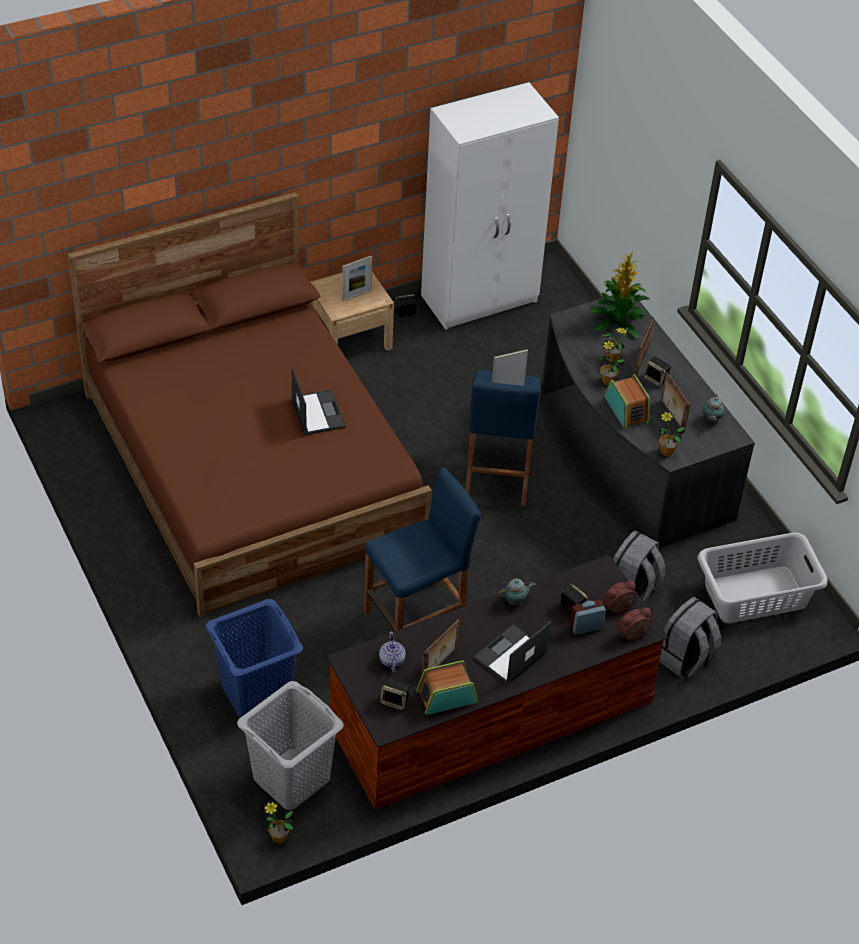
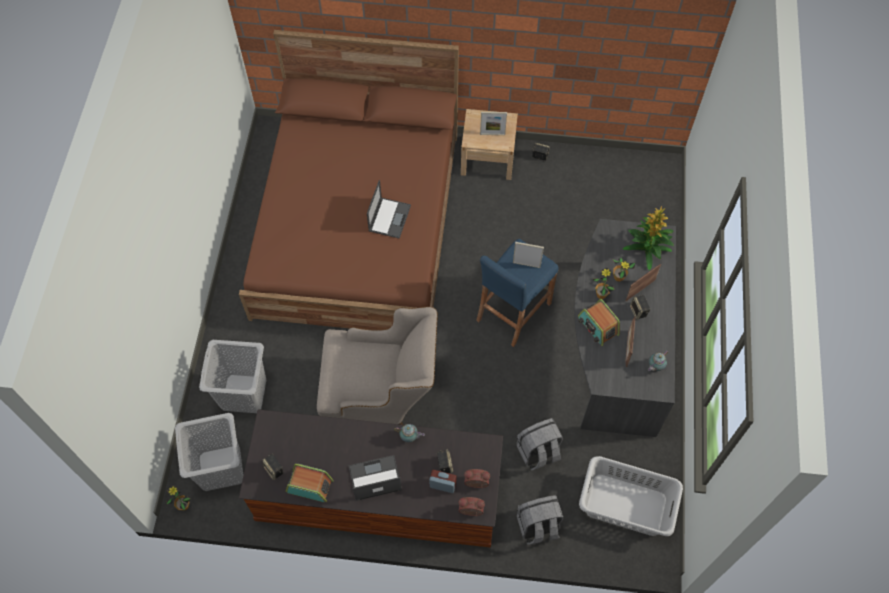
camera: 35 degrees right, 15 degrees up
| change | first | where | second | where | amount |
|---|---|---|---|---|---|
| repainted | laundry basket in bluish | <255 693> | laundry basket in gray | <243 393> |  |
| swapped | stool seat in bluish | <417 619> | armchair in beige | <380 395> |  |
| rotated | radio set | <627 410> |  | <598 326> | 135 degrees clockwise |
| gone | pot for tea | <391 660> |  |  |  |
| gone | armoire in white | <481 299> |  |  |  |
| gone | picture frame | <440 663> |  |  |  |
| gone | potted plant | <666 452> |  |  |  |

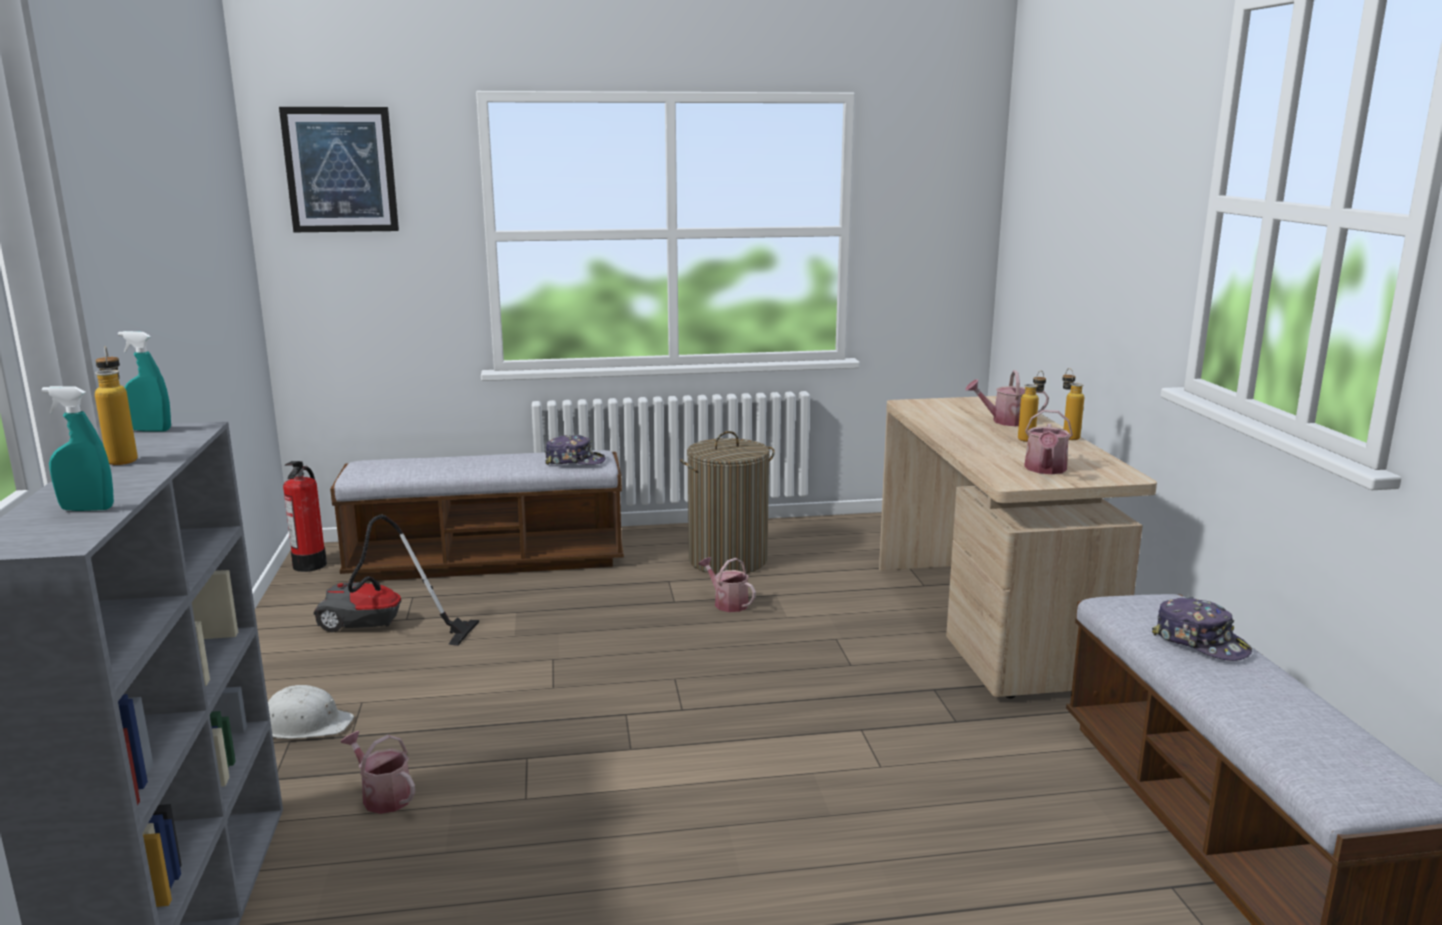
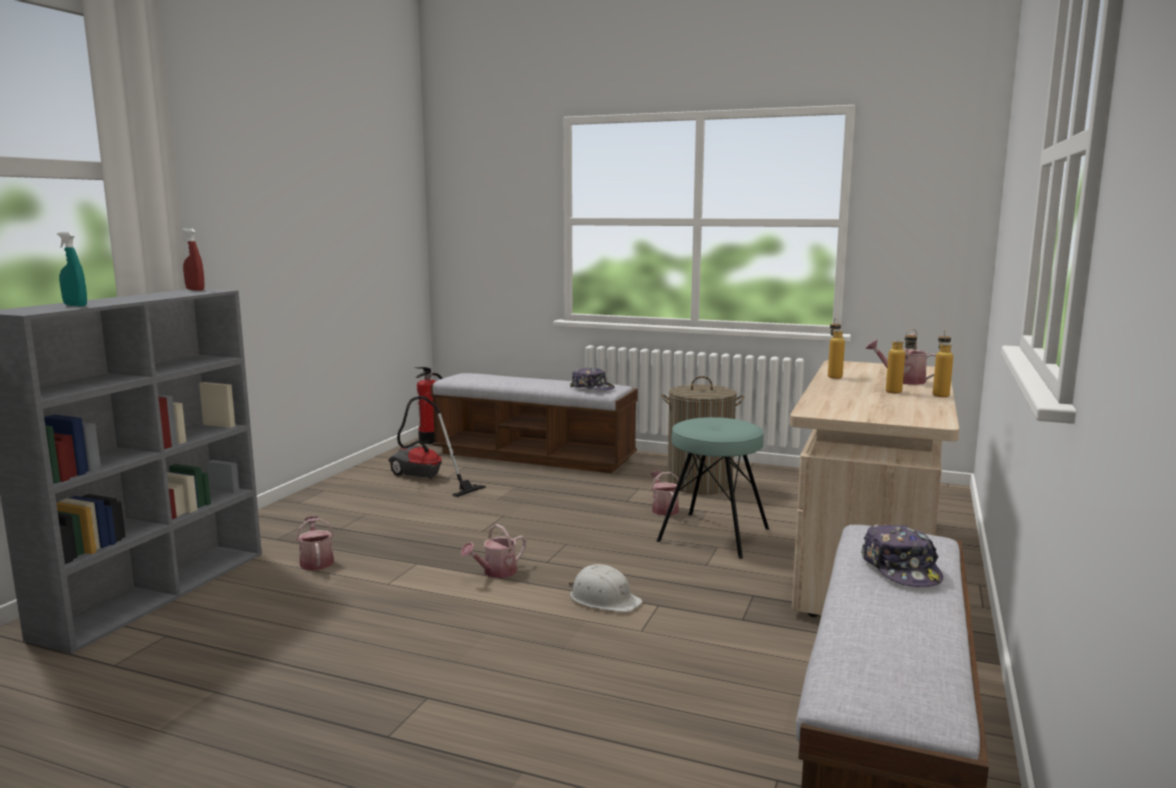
camera: 30 degrees right, 5 degrees down
| change | first | where | second | where | amount |
|---|---|---|---|---|---|
| repainted | hand sprayer in blue-green | <151 430> | hand sprayer in reddish | <195 290> |  |
| shifted | watering pot | <1045 470> |  | <496 572> |  |
| shifted | safety helmet in white | <306 724> |  | <604 599> |  |
| new |  |  | stool seat in blue-green | <714 535> |  |
| shifted | drink bottle | <123 458> |  | <833 376> |  |
| gone | wall art | <340 170> |  |  |  |

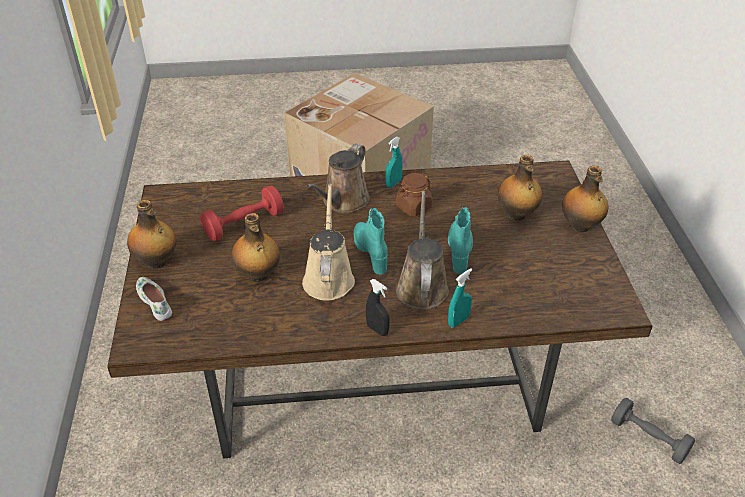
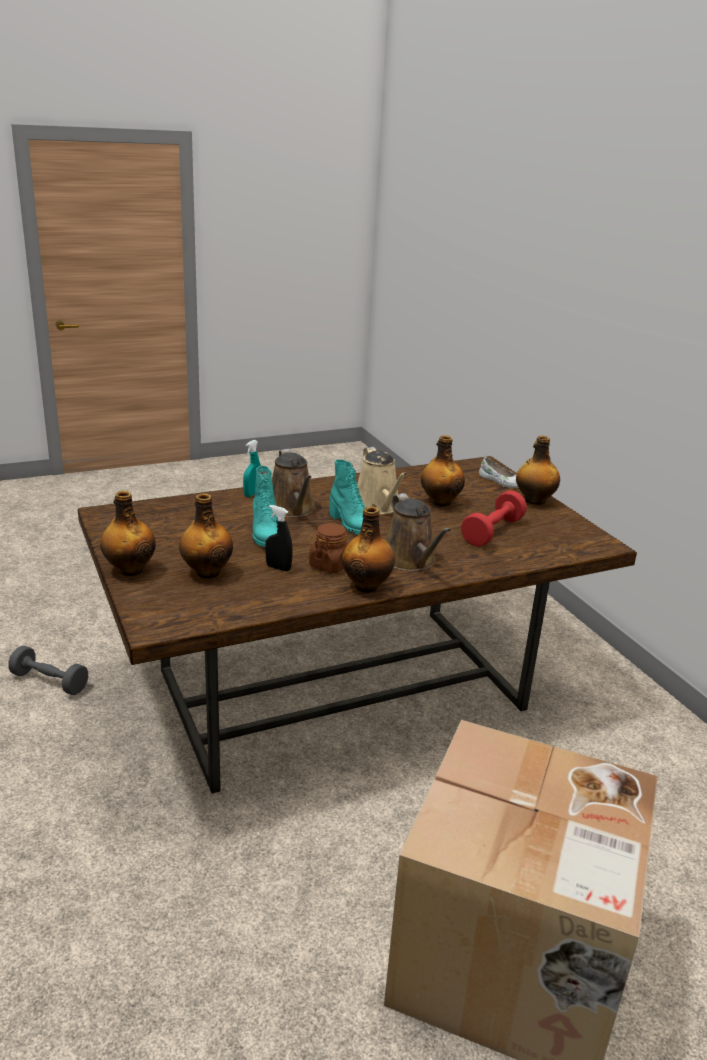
camera: 160 degrees right, 15 degrees down
| change | first | where | second | where | amount |
|---|---|---|---|---|---|
| shifted | hand sprayer in blackish | <377 330> |  | <278 568> |  |
| swapped | hand sprayer in blue-green | <393 183> | drink bottle | <367 586> |  |
| rotated | watering pot in brownish | <343 202> |  | <411 561> | 150 degrees clockwise |

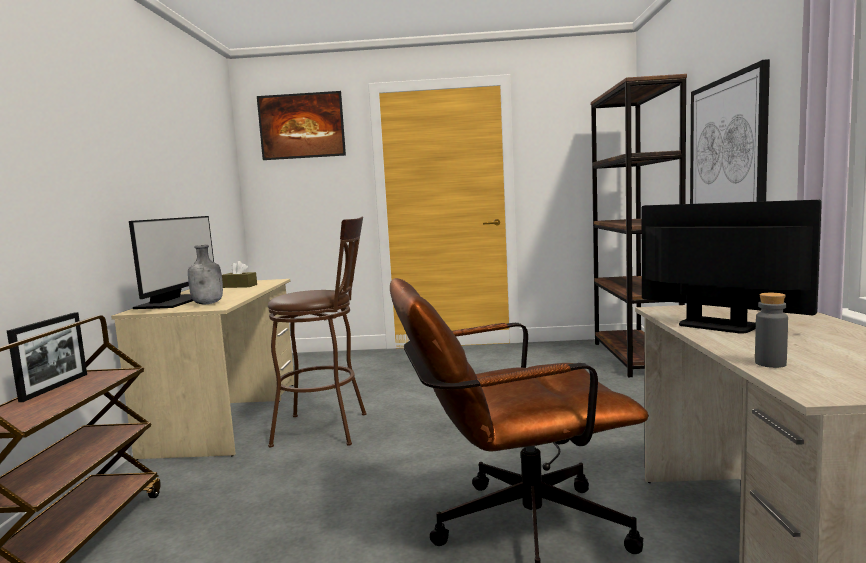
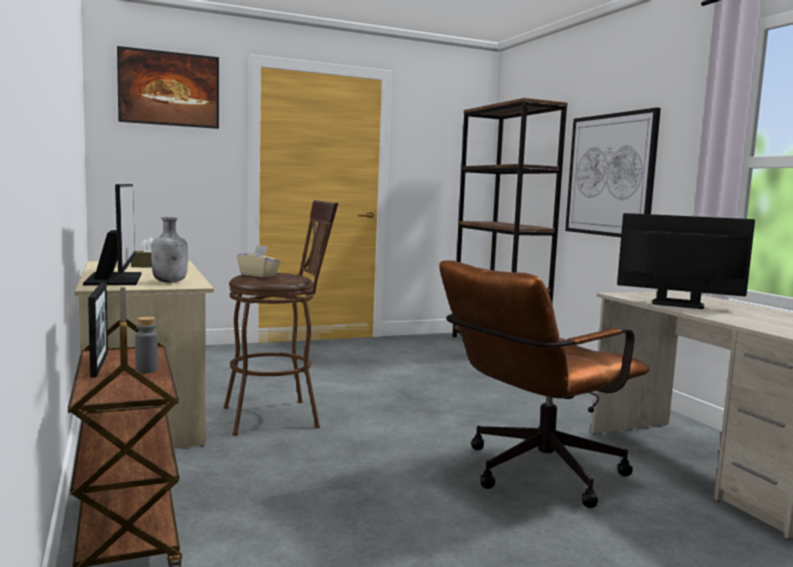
camera: 25 degrees left, 0 degrees up
| change | first | where | second | where | amount |
|---|---|---|---|---|---|
| shifted | drink bottle in gray | <770 363> |  | <147 370> |  |
| new |  |  | tissue box in beige | <258 275> |  |

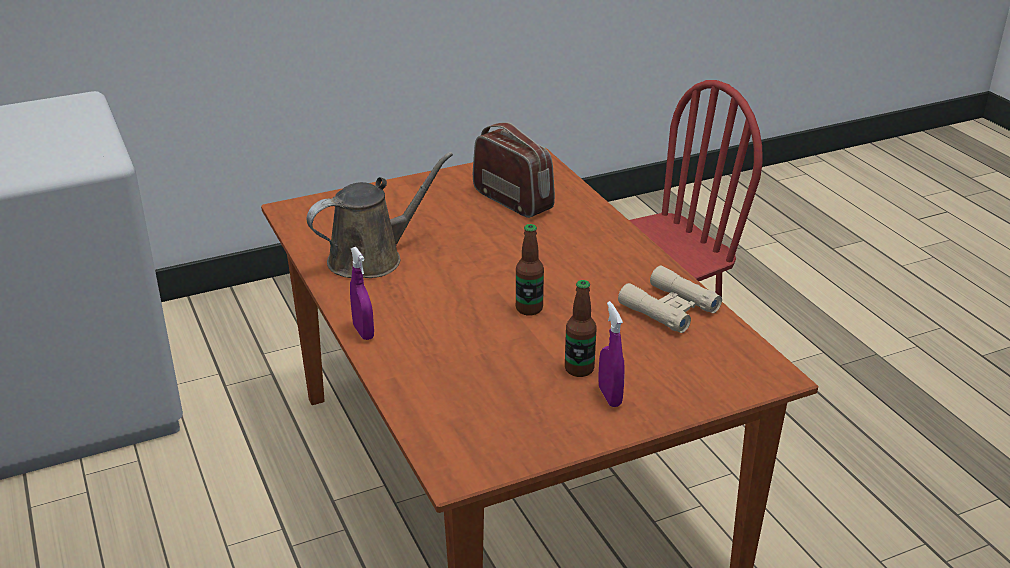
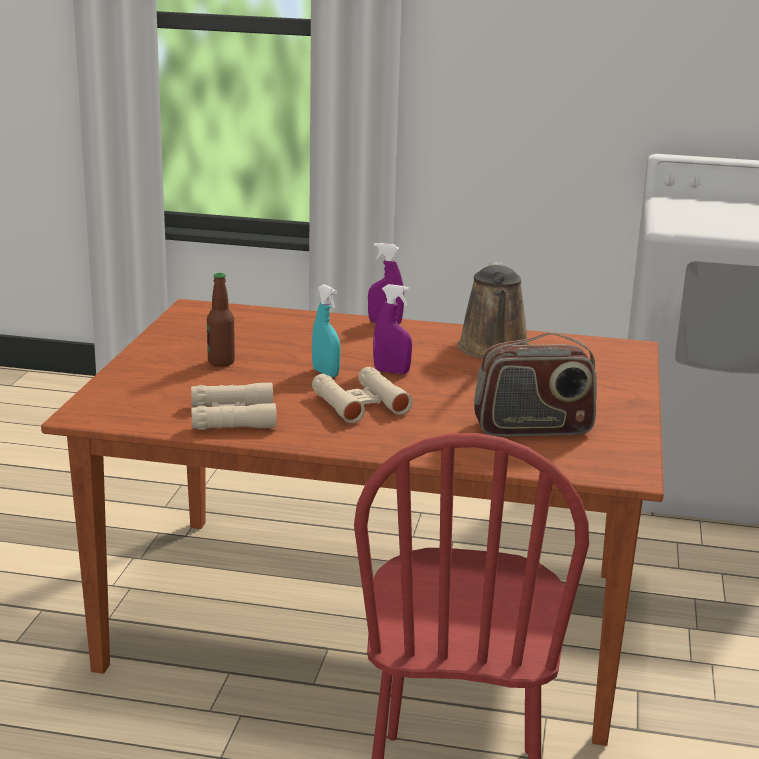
camera: 125 degrees right, 10 degrees down
| change | first | where | second | where | amount |
|---|---|---|---|---|---|
| swapped | drink bottle | <529 309> | hand sprayer in blue-green | <325 373> |  |
| new |  |  | field glasses in beige | <360 404> |  |
| shifted | hand sprayer in purplish | <609 396> |  | <391 371> |  |

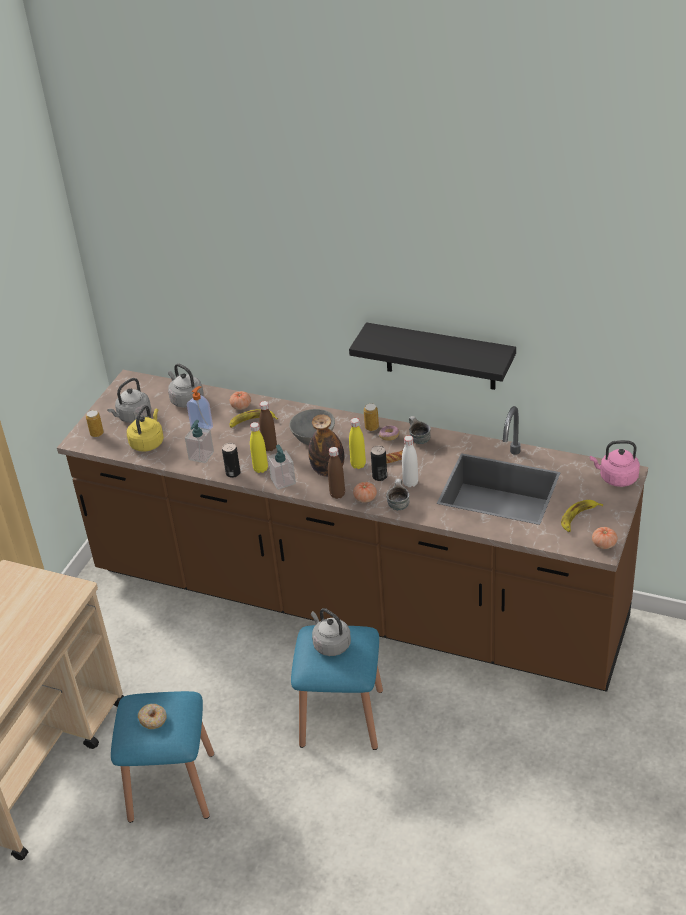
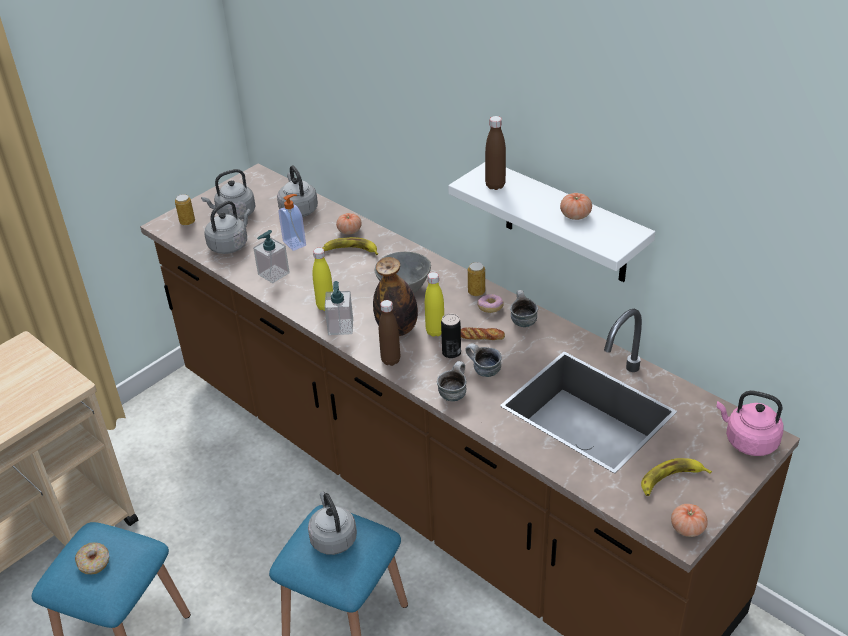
camera: 20 degrees right, 0 degrees up
| change | first | where | second | where | amount |
|---|---|---|---|---|---|
| repainted | tea kettle in yellow | <148 442> | tea kettle in gray | <230 245> |  |
| repainted | wall shelf in blackish | <440 356> | wall shelf in white | <565 223> |  |
| swapped | drink bottle in white | <410 483> | tea mug | <483 371> |  |
| shifted | drink bottle in brownish | <269 447> |  | <495 185> |  |
| shifted | fresh tomato | <365 498> |  | <575 215> |  |
| gone | metal can | <233 473> |  |  |  |

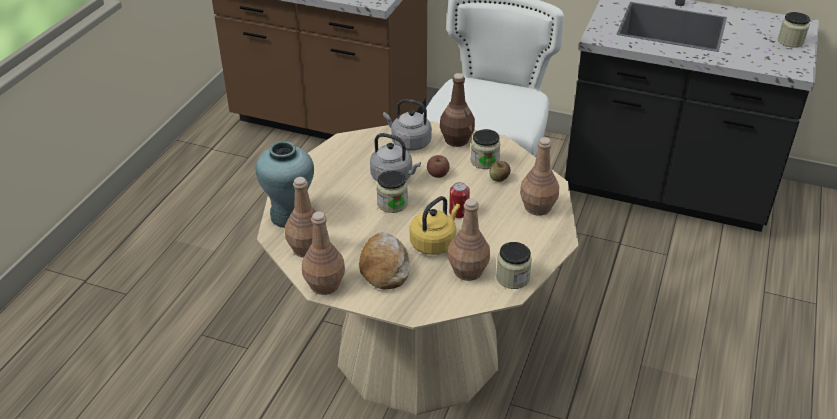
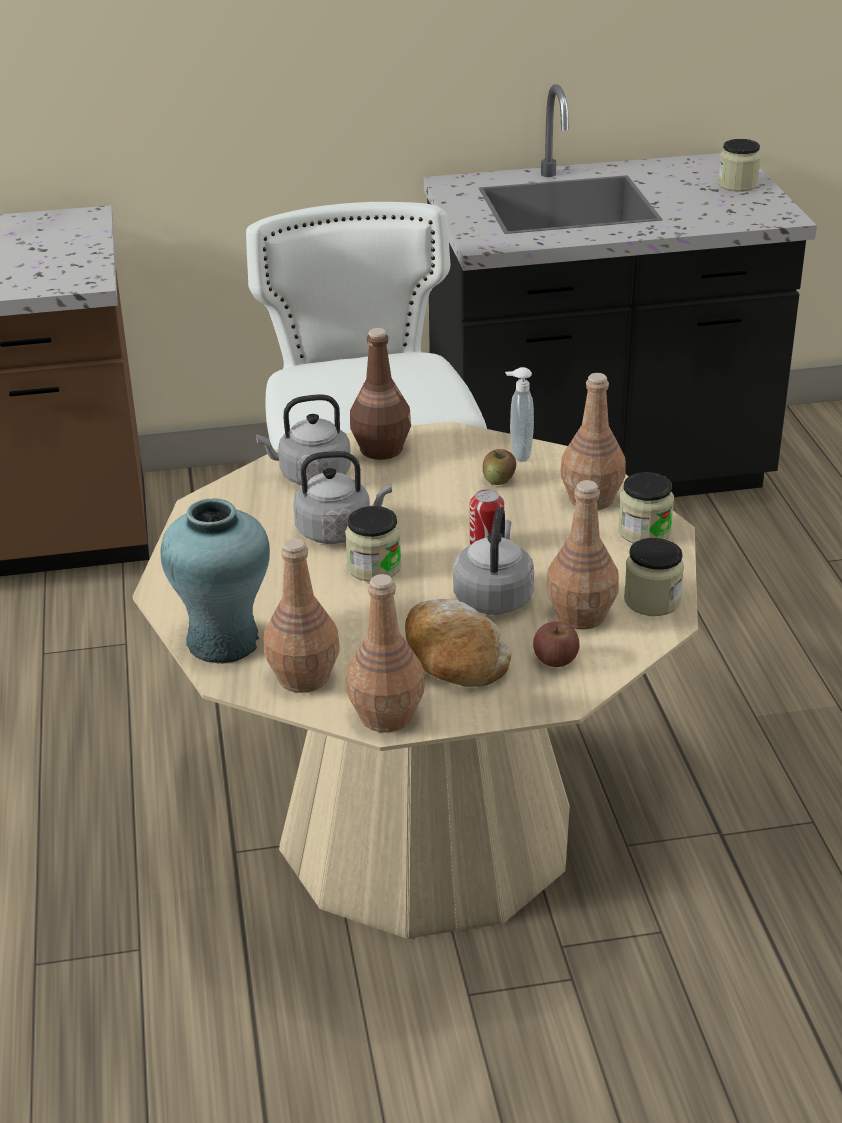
camera: 30 degrees left, 5 degrees down
| change | first | where | second | where | amount |
|---|---|---|---|---|---|
| repainted | tea kettle in yellow | <434 243> | tea kettle in gray | <494 596> |  |
| new |  |  | soap dispenser | <518 454> |  |
| shifted | apple | <438 174> |  | <555 660> |  |
| shifted | jar | <484 161> |  | <644 532> |  |

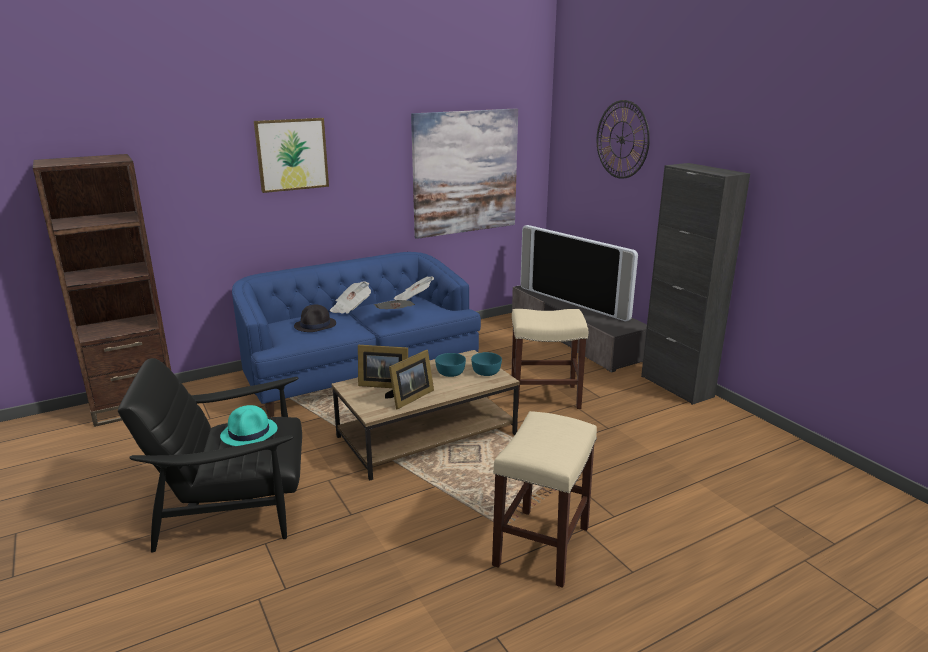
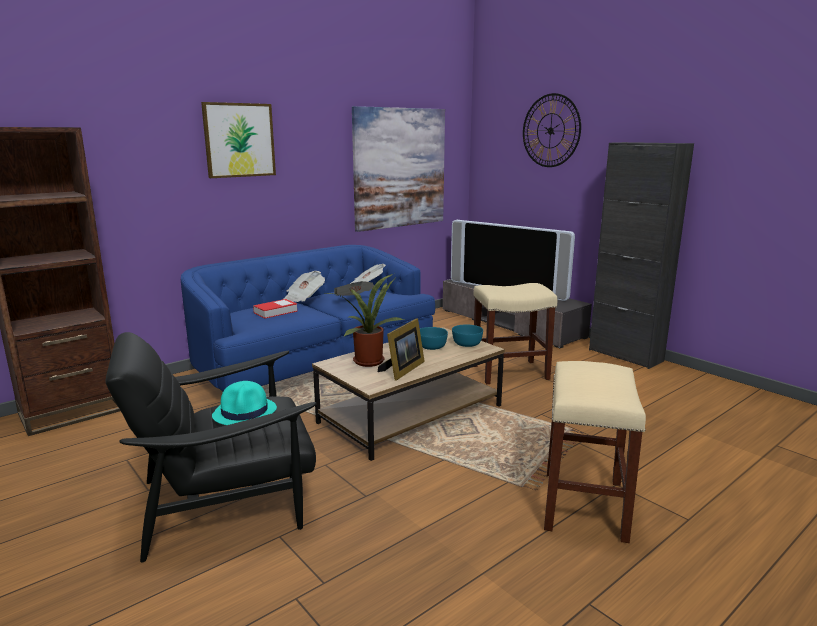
camera: 10 degrees left, 5 degrees down
| change | first | where | second | where | amount |
|---|---|---|---|---|---|
| swapped | clothing hat in blackish | <315 325> | book | <275 312> |  |
| swapped | picture frame | <382 384> | potted plant | <367 360> |  |

